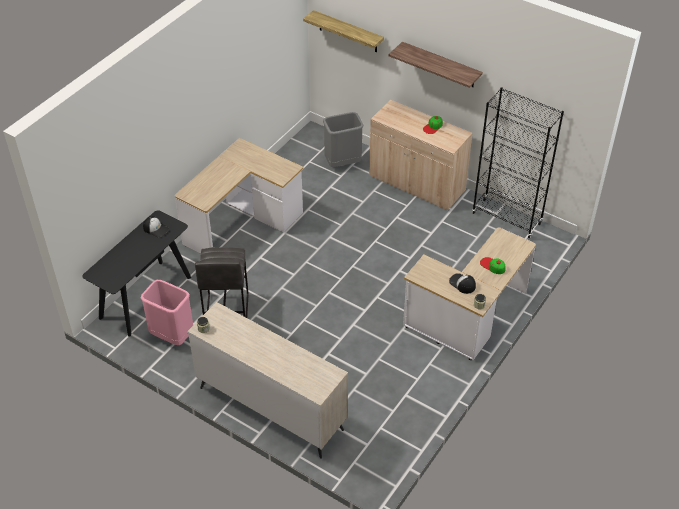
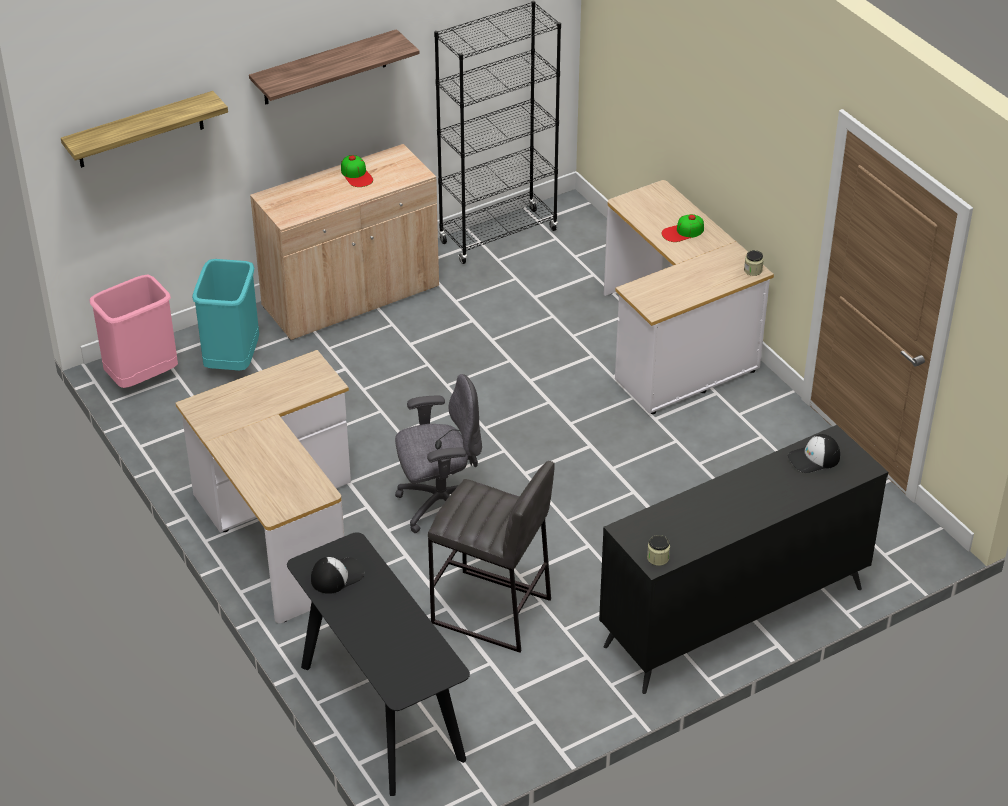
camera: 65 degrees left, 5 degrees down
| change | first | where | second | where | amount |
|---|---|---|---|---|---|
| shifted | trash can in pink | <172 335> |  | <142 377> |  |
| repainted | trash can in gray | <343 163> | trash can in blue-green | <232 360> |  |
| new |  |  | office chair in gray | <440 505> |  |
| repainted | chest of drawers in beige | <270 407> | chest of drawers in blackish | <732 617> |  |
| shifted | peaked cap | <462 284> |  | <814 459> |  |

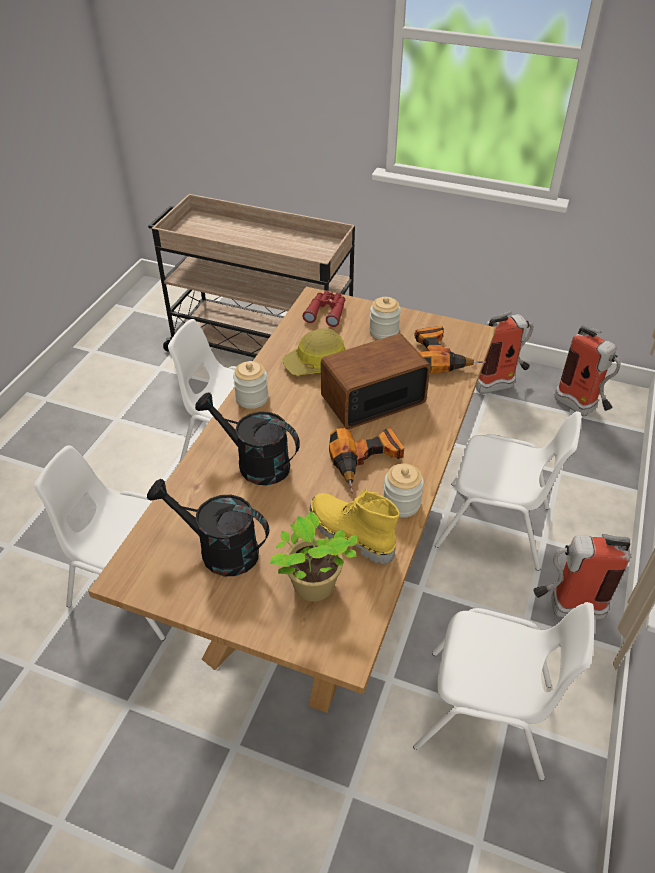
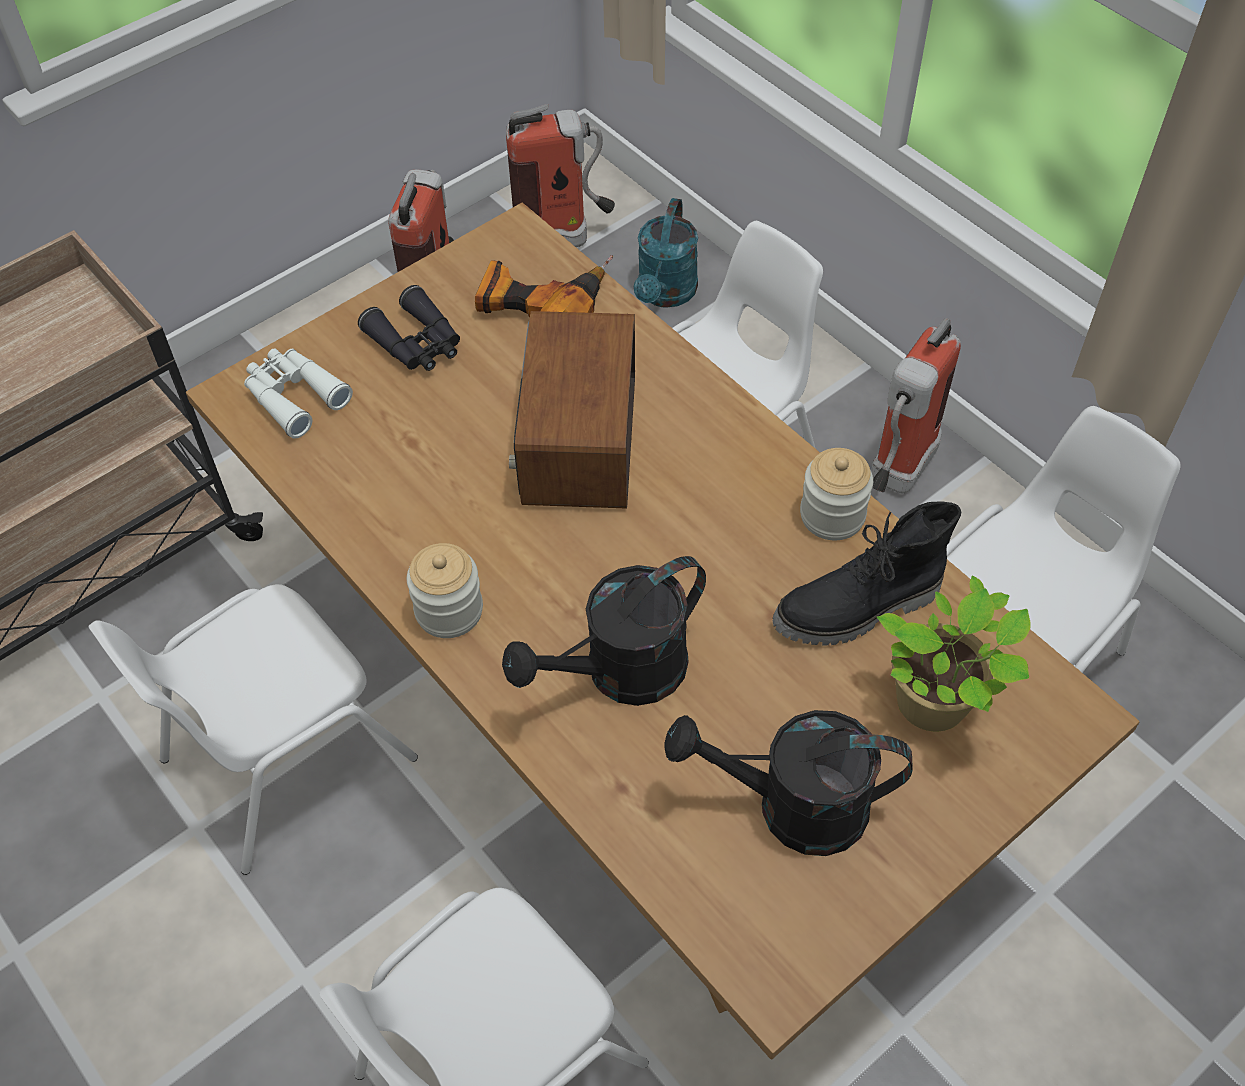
camera: 60 degrees left, 10 degrees up
| change | first | where | second | where | amount |
|---|---|---|---|---|---|
| repainted | field glasses in reddish | <326 312> | field glasses in white | <294 396> |  |
| swapped | jar | <384 331> | field glasses in blackish | <417 343> |  |
| new |  |  | watering pot in blue-green | <665 294> |  |
| rotated | watering pot in blackish | <219 550> |  | <791 807> | 45 degrees clockwise |
| repainted | tall boot in yellow | <349 535> | tall boot in blackish | <858 610> |  |
| gone | safety helmet | <317 363> |  |  |  |
| gone | electric drill | <367 462> |  |  |  |

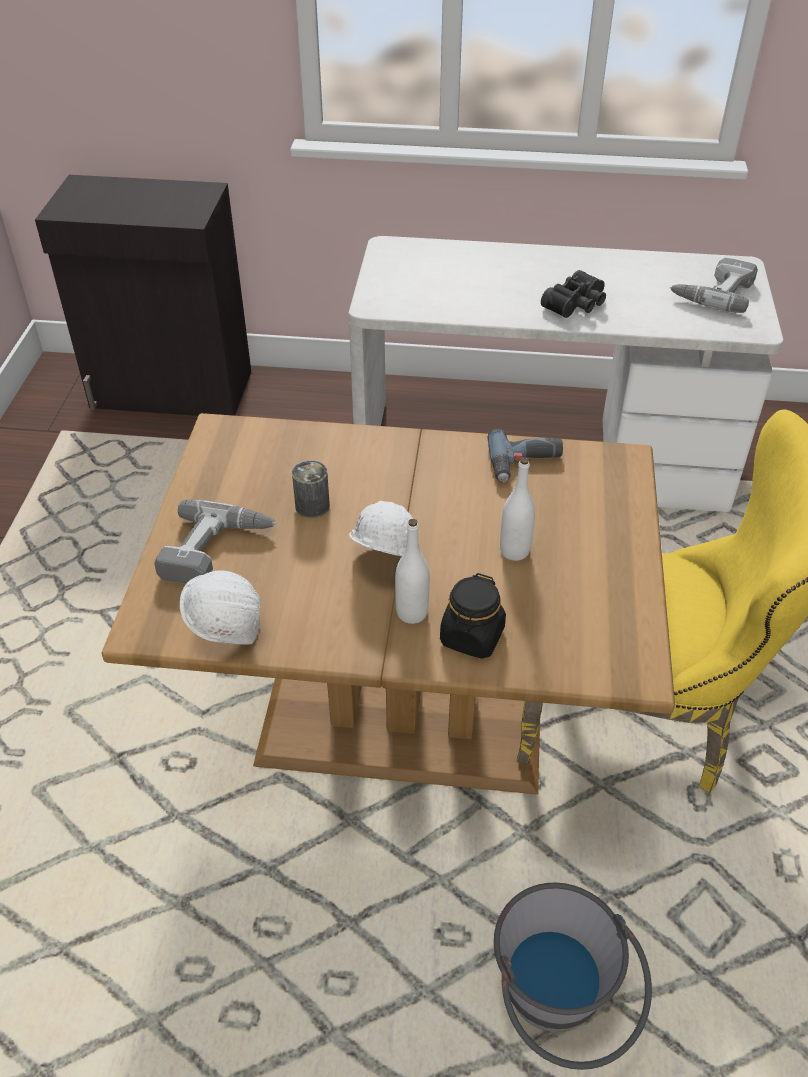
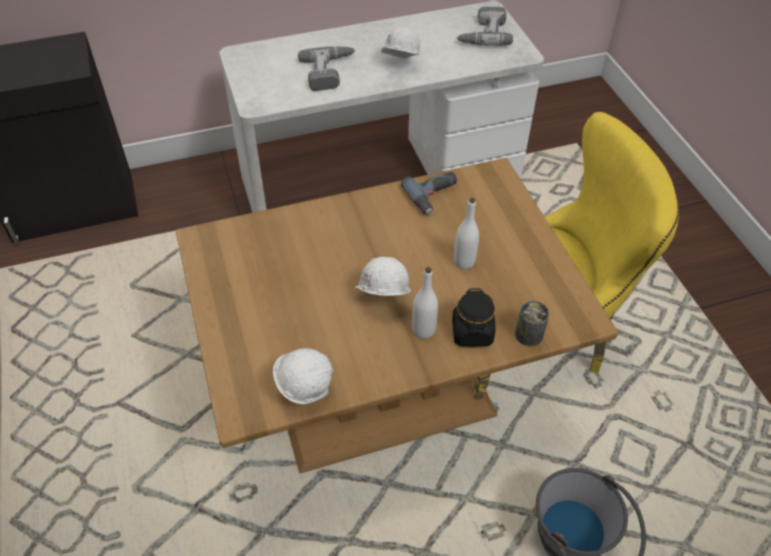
camera: 25 degrees left, 5 degrees up
| change | first | where | second | where | amount |
|---|---|---|---|---|---|
| shifted | electric drill | <216 551> |  | <330 72> |  |
| swapped | field glasses in blackish | <577 305> | safety helmet in white | <399 66> |  |
| shifted | metal can | <312 506> |  | <529 335> |  |

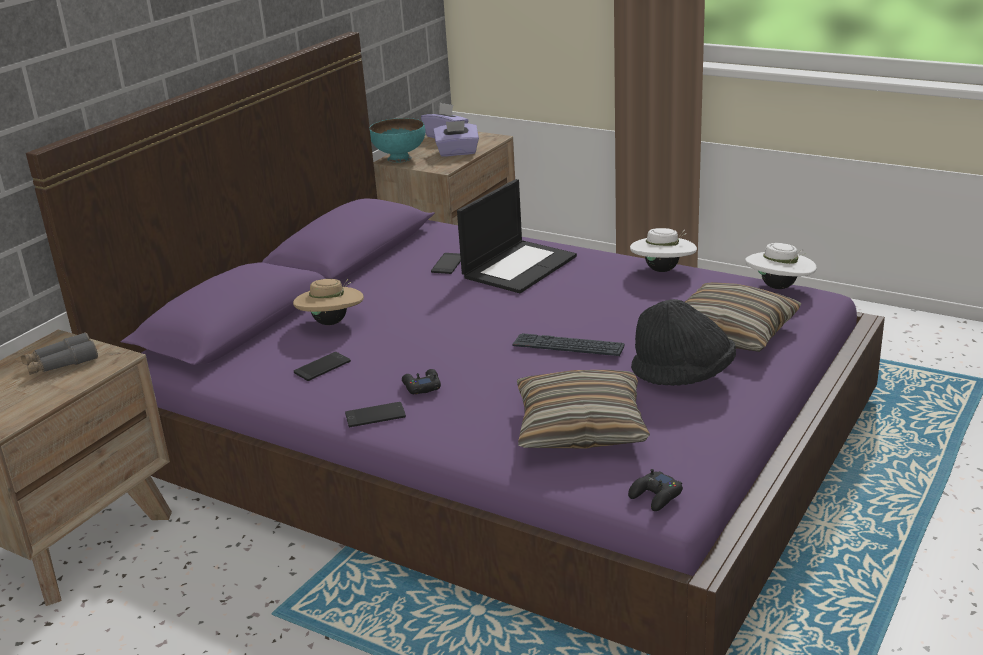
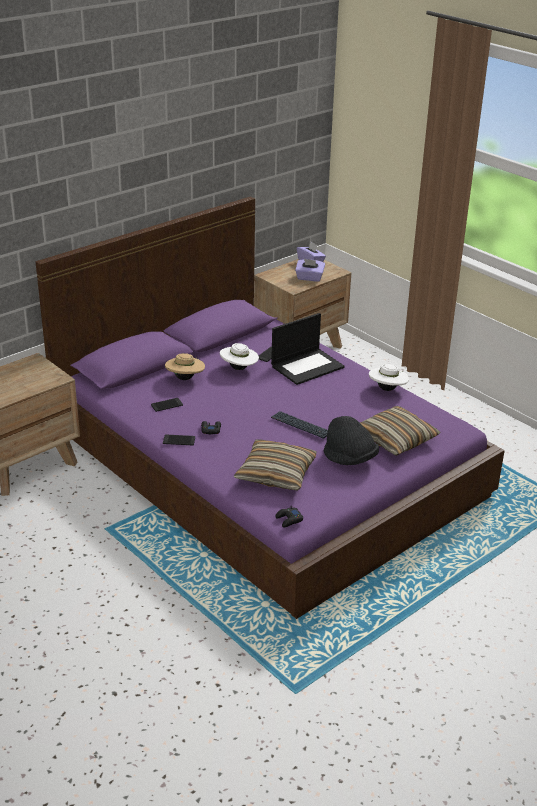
camera: 15 degrees right, 5 degrees up
| change | first | where | second | where | amount |
|---|---|---|---|---|---|
| shifted | clothing hat in white | <779 287> |  | <239 368> |  |
| gone | field glasses in gray | <61 363> |  |  |  |
| gone | serving bowl in blue-green | <399 159> |  |  |  |

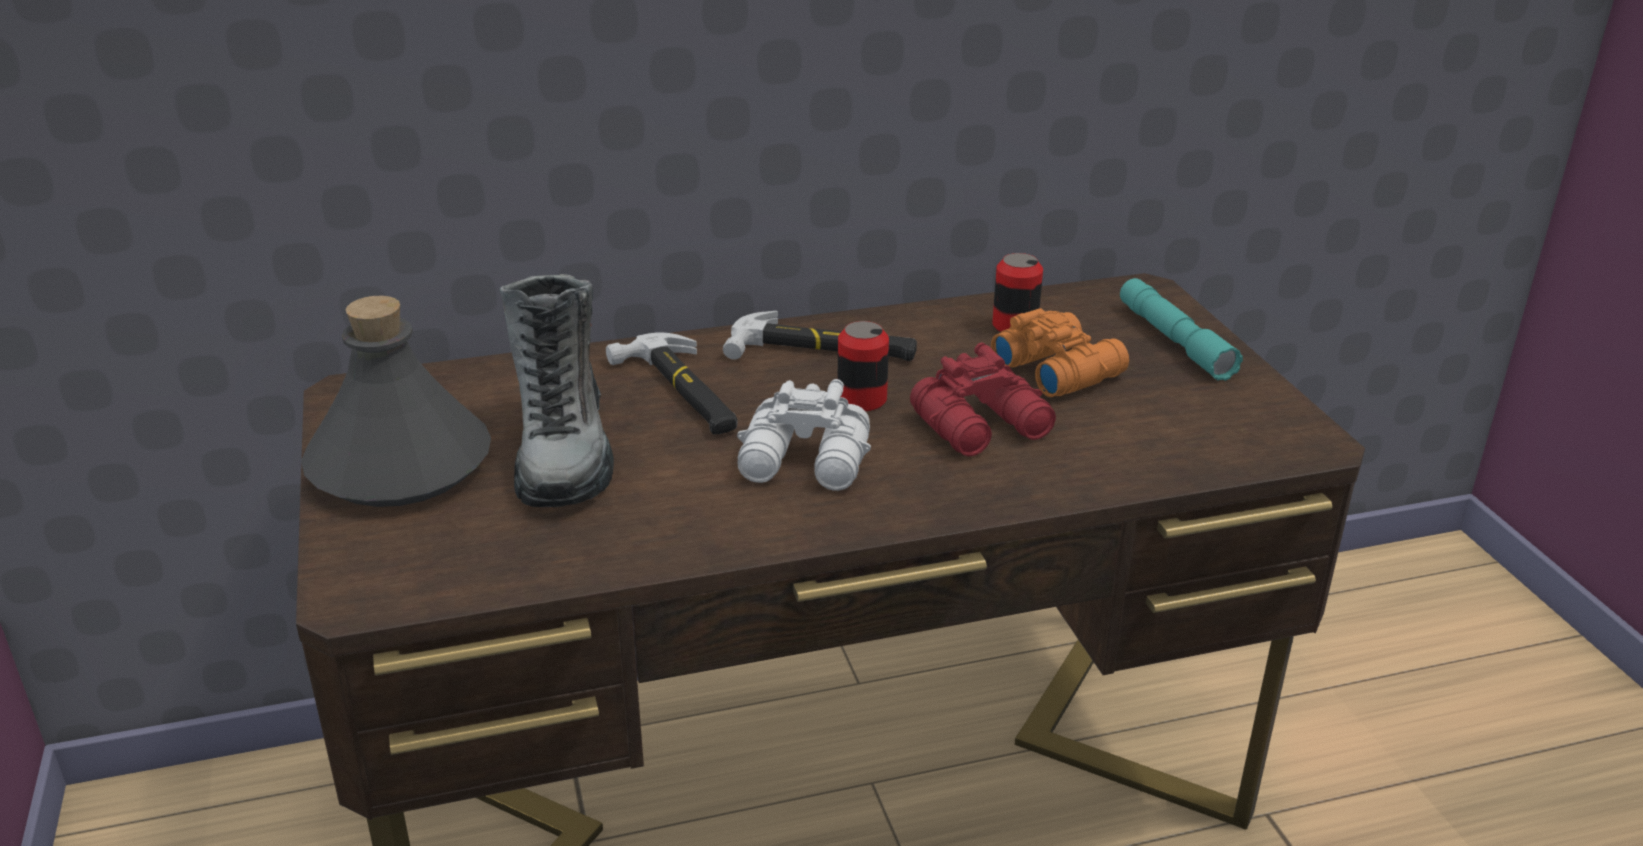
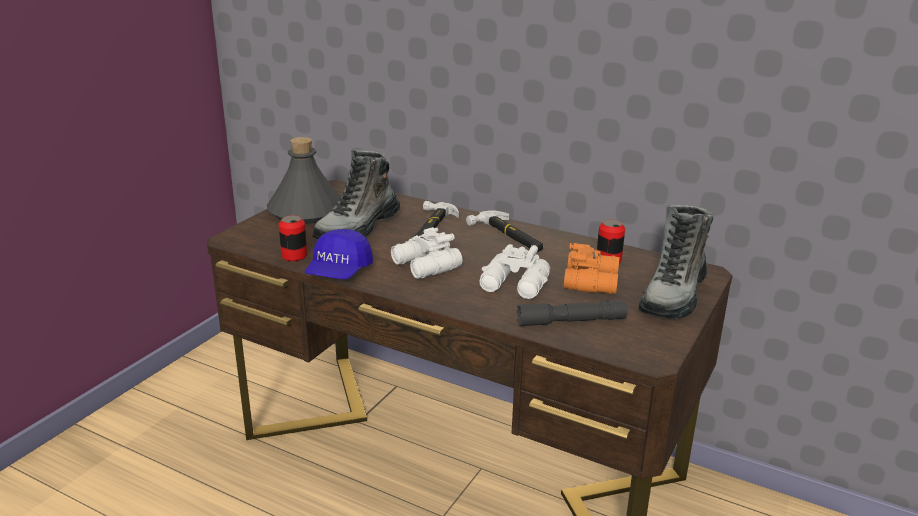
camera: 45 degrees right, 5 degrees down
| change | first | where | second | where | amount |
|---|---|---|---|---|---|
| shifted | metal can | <862 399> |  | <294 256> |  |
| new |  |  | peaked cap in bluish | <339 272> |  |
| repainted | field glasses in reddish | <984 427> | field glasses in white | <515 286> |  |
| new |  |  | flashlight in gray | <571 321> |  |
| swapped | flashlight in blue-green | <1174 341> | tall boot | <674 295> |  |

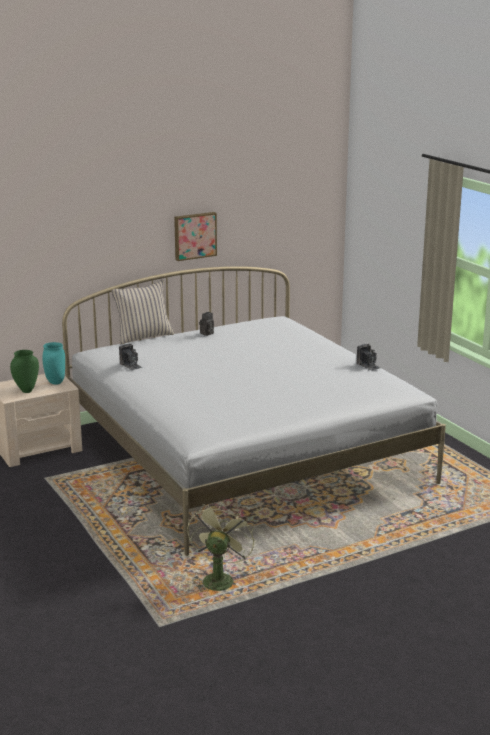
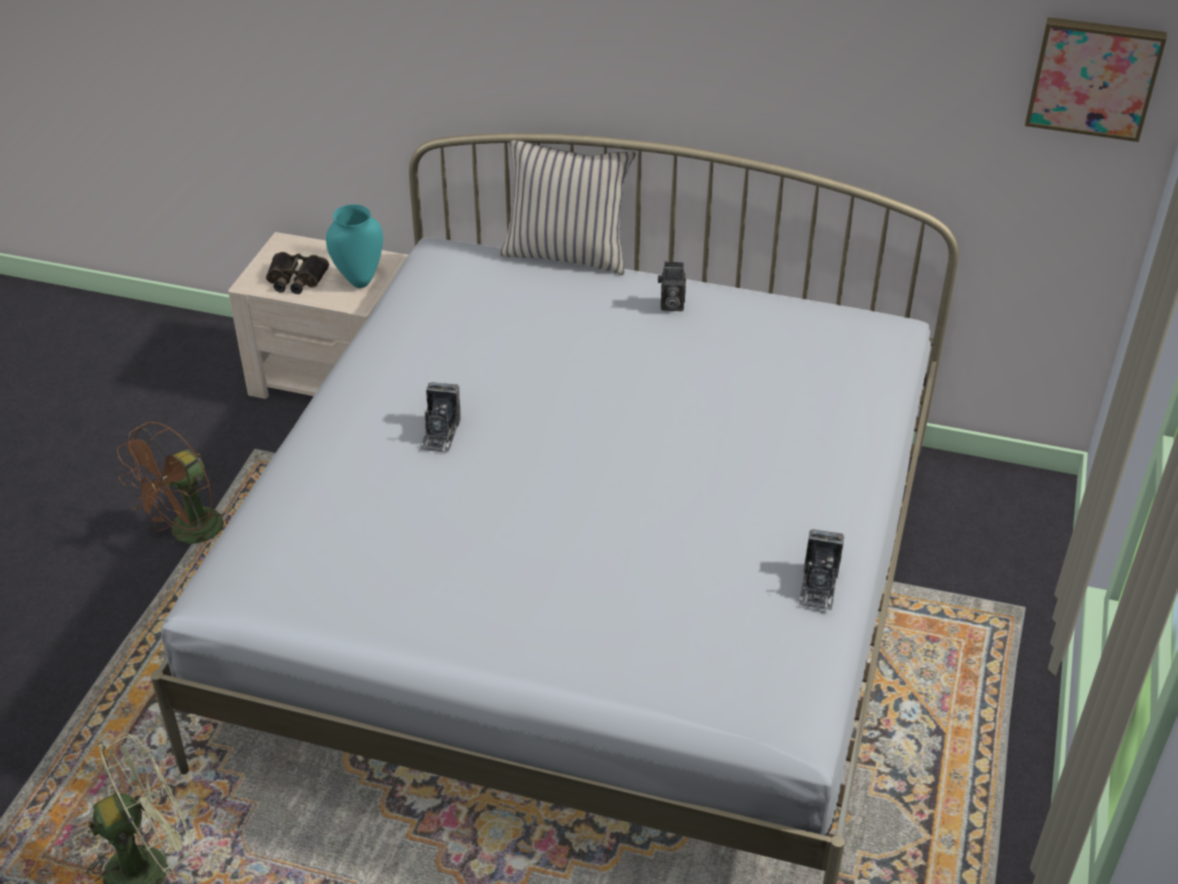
camera: 45 degrees right, 20 degrees up
| change | first | where | second | where | amount |
|---|---|---|---|---|---|
| new |  |  | electric fan in brownish | <189 535> |  |
| swapped | flower vase in green | <26 391> | field glasses | <295 279> |  |
| shifted | still camera | <131 365> |  | <440 433> |  |
| shifted | wall art | <194 235> |  | <1094 77> |  |

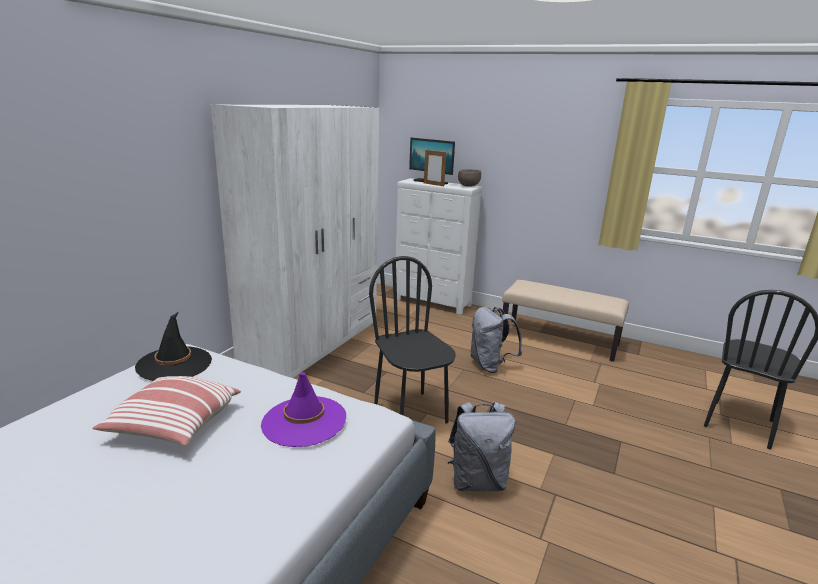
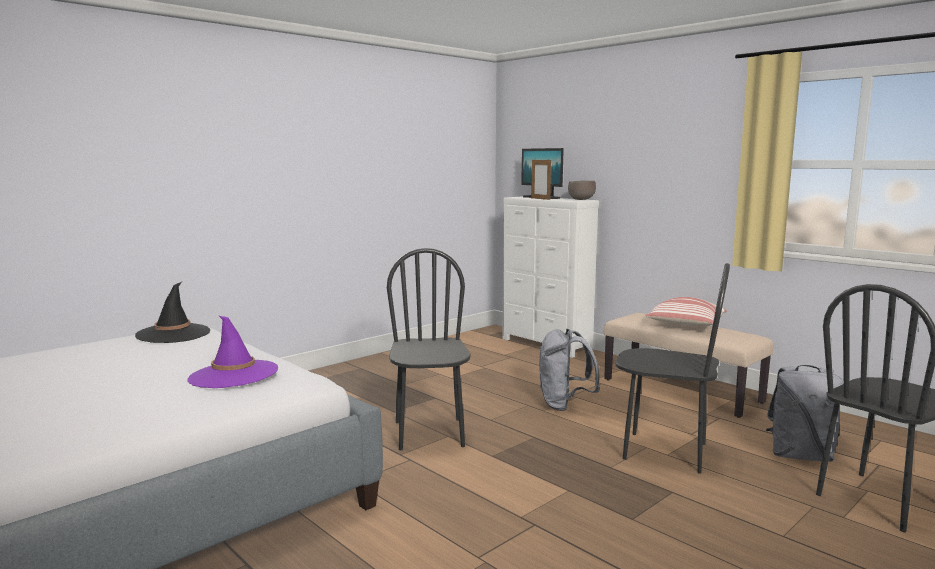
camera: 20 degrees right, 10 degrees down
| change | first | where | second | where | amount |
|---|---|---|---|---|---|
| new |  |  | plain chair in blackish | <665 451> |  |
| shifted | cushion | <173 425> |  | <685 326> |  |
| shifted | backpack in gray | <477 481> |  | <800 455> |  |
| gone | armoire in white | <313 342> |  |  |  |

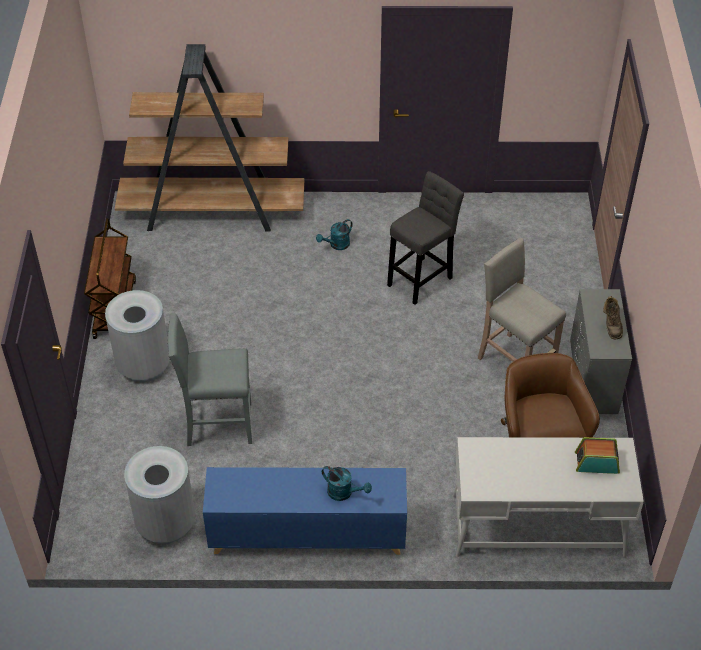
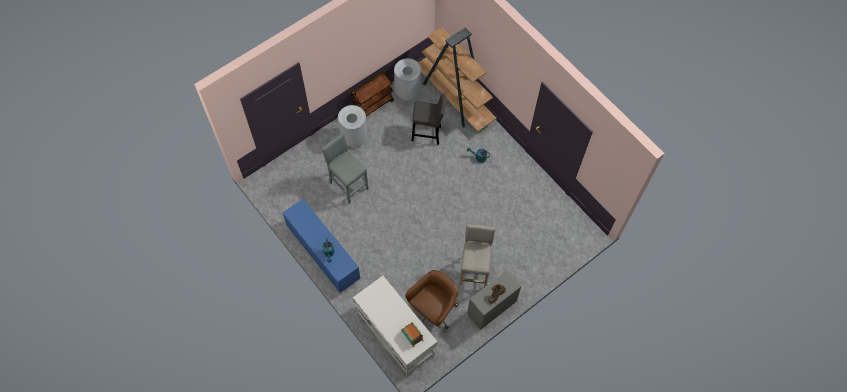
camera: 50 degrees right, 15 degrees up
| change | first | where | second | where | amount |
|---|---|---|---|---|---|
| shifted | trash can in gray | <166 523> |  | <408 91> |  |
| shifted | stool seat in gray | <422 279> |  | <428 134> |  |

